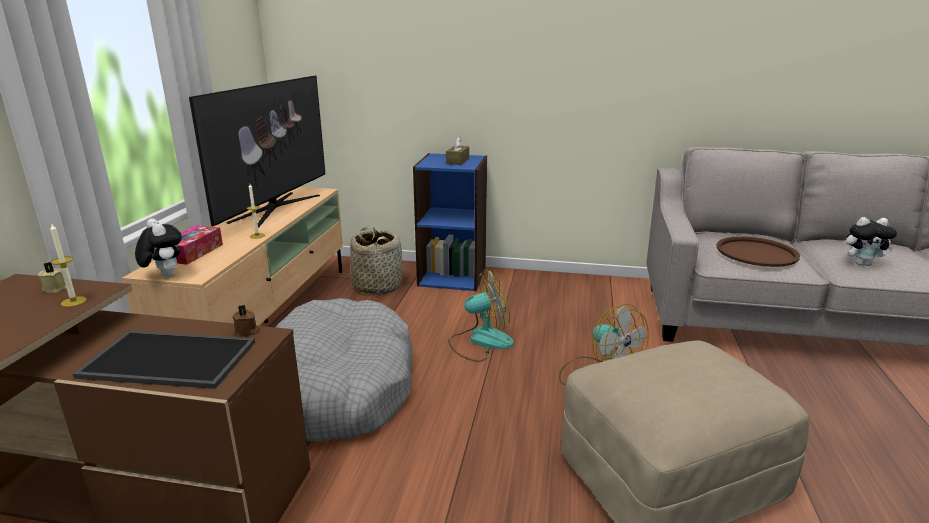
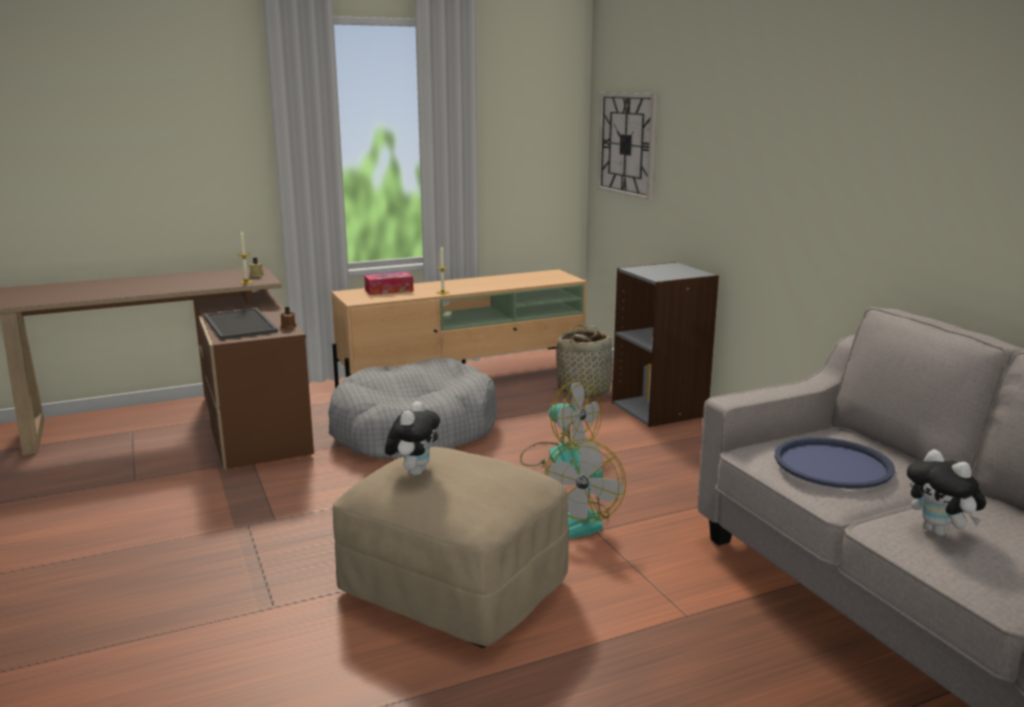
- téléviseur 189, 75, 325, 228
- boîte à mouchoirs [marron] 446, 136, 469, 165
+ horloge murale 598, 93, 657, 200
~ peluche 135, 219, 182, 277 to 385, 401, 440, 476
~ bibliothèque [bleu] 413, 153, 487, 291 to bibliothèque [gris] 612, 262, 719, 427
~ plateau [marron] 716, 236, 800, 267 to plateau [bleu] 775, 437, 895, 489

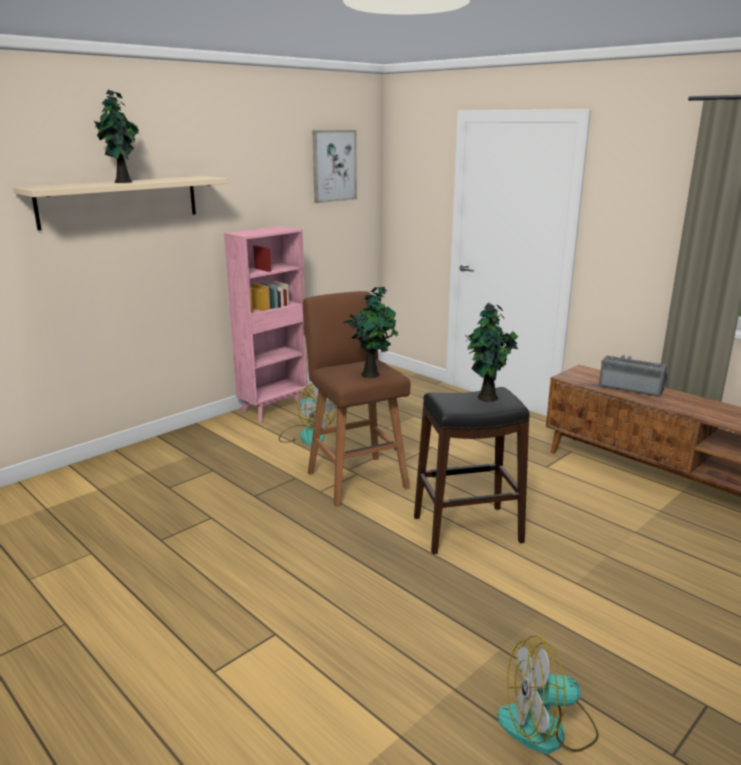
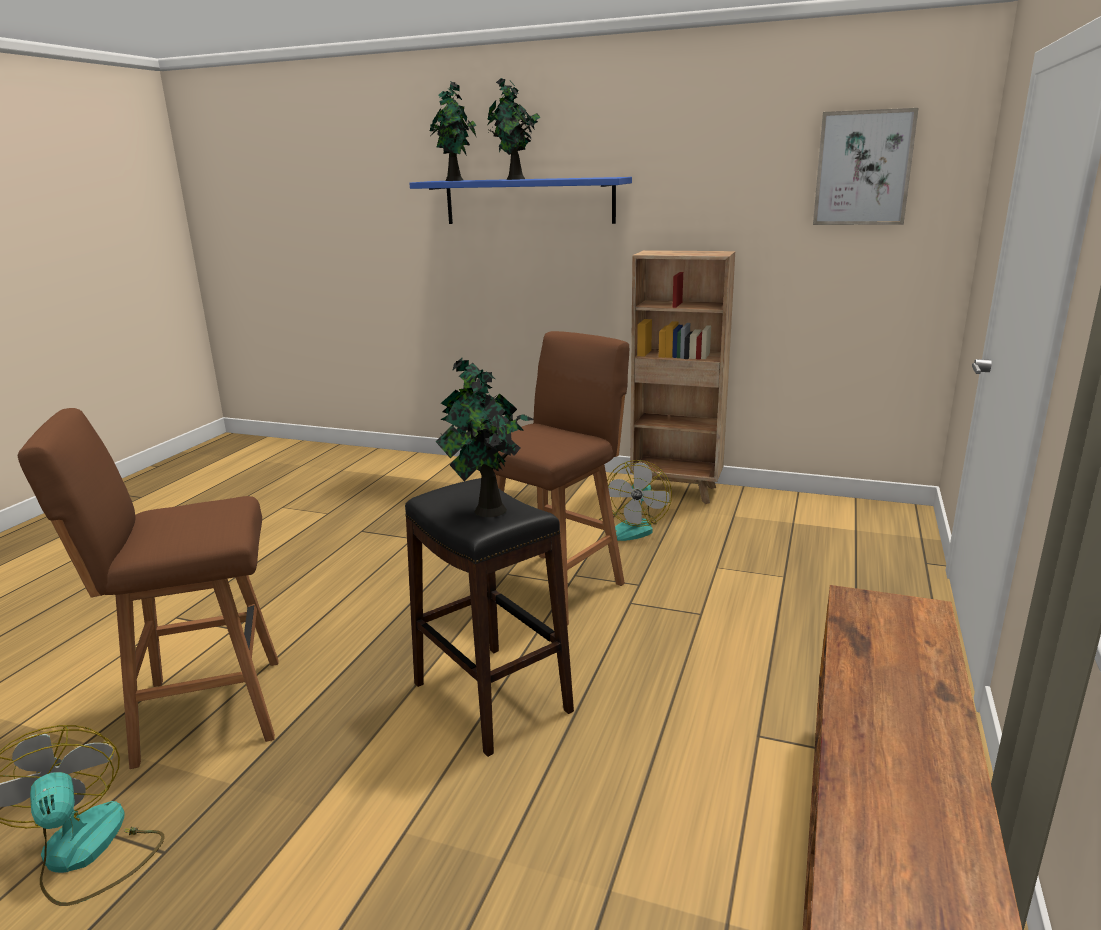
- radio 599, 355, 668, 397
+ tabouret [marron] 17, 408, 279, 769
~ plante en pot 343, 287, 398, 378 to 430, 81, 476, 181
~ étagère [beige] 13, 176, 228, 230 to étagère [bleu] 409, 177, 632, 224
~ bibliothèque [rose] 224, 226, 308, 422 to bibliothèque [marron] 630, 250, 735, 504

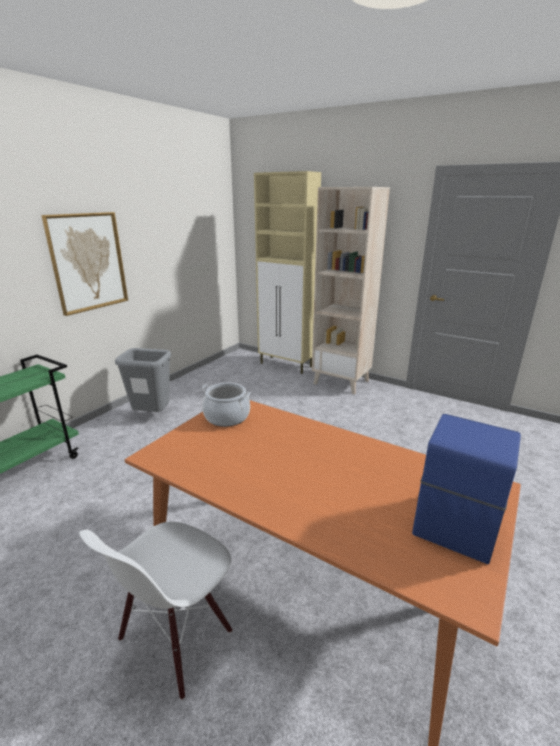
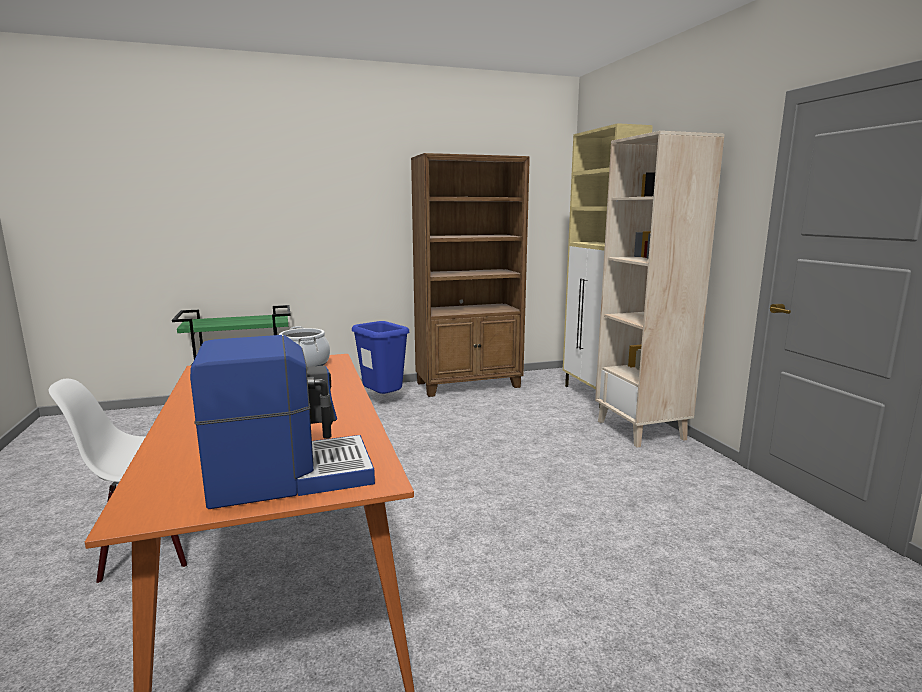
- tableau 41, 212, 128, 316
+ bibliothèque [marron] 411, 153, 530, 397
~ poubelle [gris] 115, 348, 171, 412 to poubelle [bleu] 352, 321, 409, 394

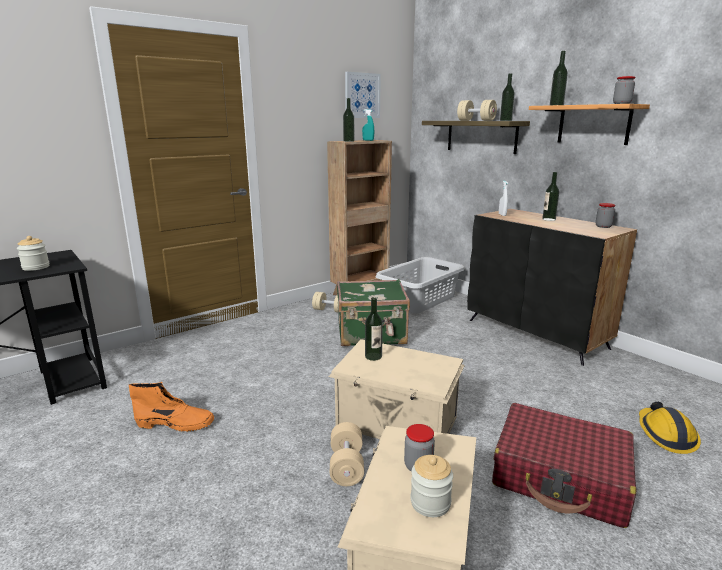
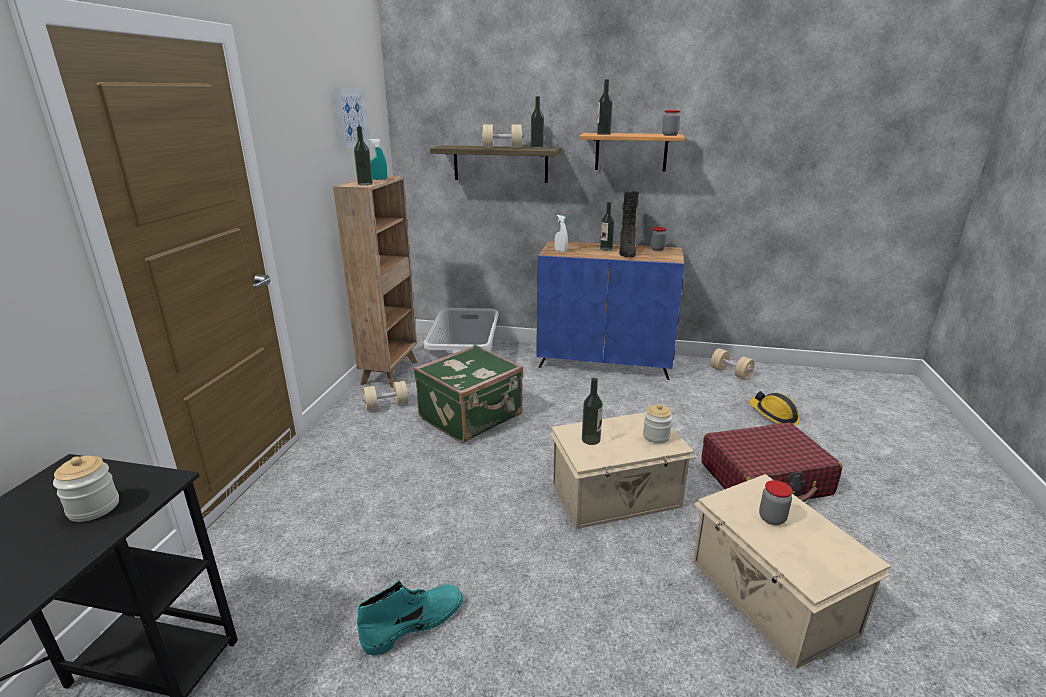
+ botte [noir] 619, 191, 639, 257
~ haltère [beige] 330, 422, 364, 486 to 710, 348, 755, 380
~ bocal 411, 455, 453, 517 to 643, 404, 673, 443
~ botte [orange] 129, 382, 214, 432 to botte [turquoise] 357, 579, 463, 656
~ meuble de rangement [noir] 467, 209, 637, 366 to meuble de rangement [bleu] 536, 241, 685, 380

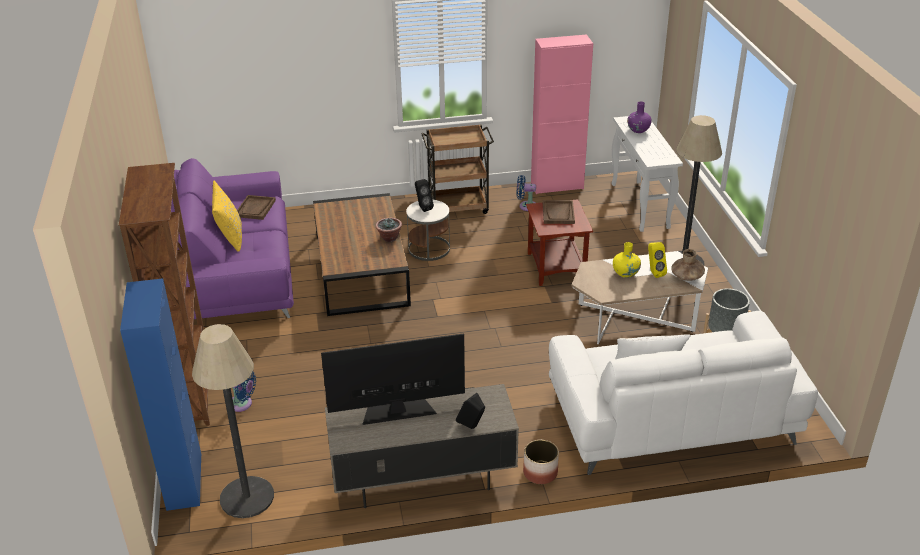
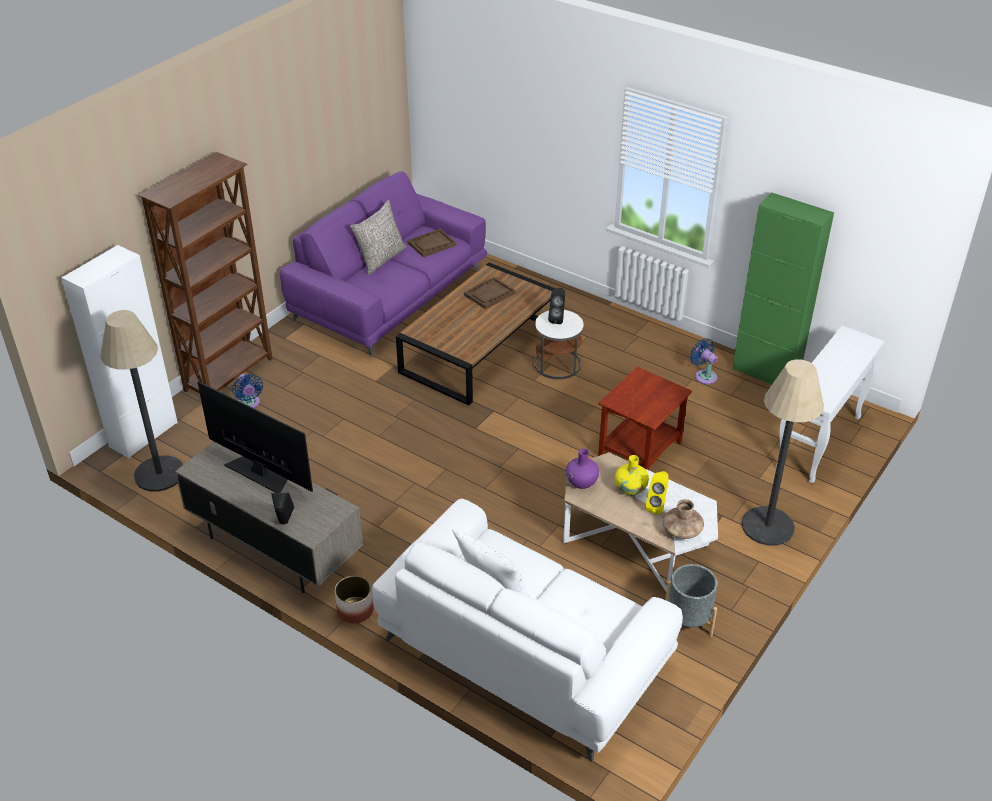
- plante en pot 375, 218, 402, 242
- chariot [marron] 421, 124, 494, 214
~ plateau [marron] 543, 200, 575, 224 to 464, 277, 516, 309
~ vase [violet] 627, 101, 652, 133 to 566, 449, 599, 489
~ meuble de rangement [bleu] 120, 278, 202, 511 to meuble de rangement [blanc] 62, 245, 178, 458
~ coussin [jaune] 212, 181, 242, 252 to coussin [gris] 350, 200, 406, 275
~ meuble de rangement [rose] 531, 34, 593, 194 to meuble de rangement [vert] 732, 193, 834, 385

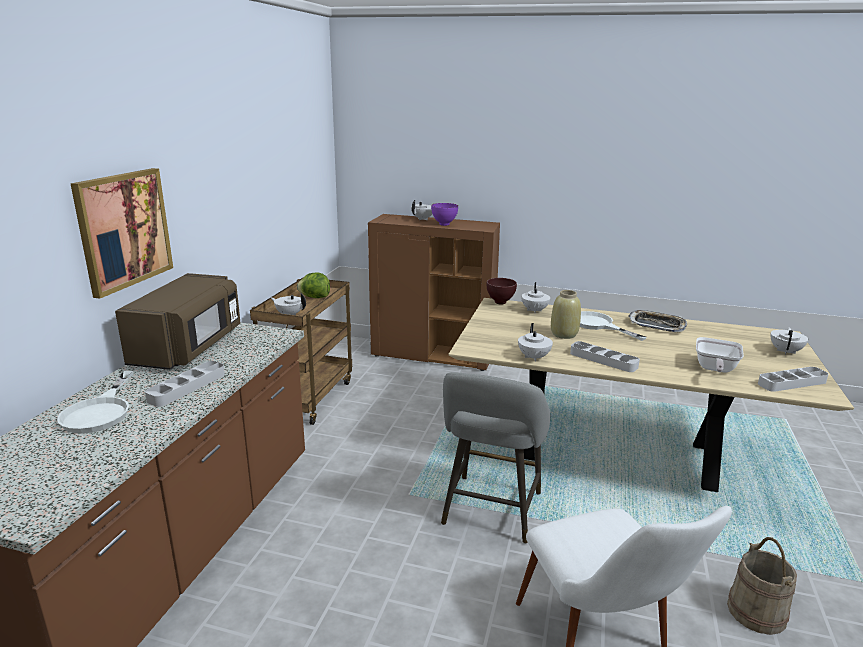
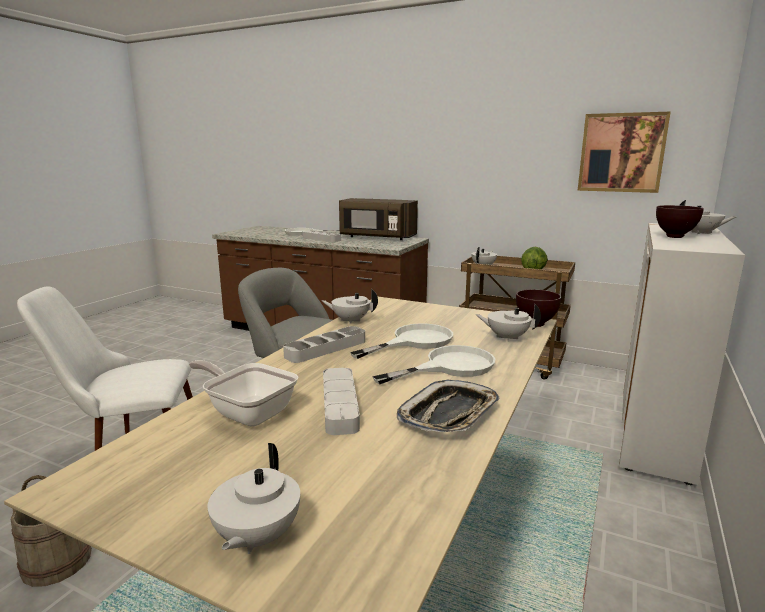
~ tableau 70, 168, 173, 299 to 578, 112, 670, 193
~ plateau [gris] 758, 367, 829, 392 to 323, 368, 360, 435
~ vase [beige] 551, 290, 581, 339 to poêle [blanc] 350, 323, 453, 359
~ meuble de rangement [marron] 368, 214, 500, 371 to meuble de rangement [blanc] 619, 223, 745, 485
~ bol [violet] 431, 203, 458, 226 to bol [marron] 656, 205, 704, 238
~ théière [blanc] 771, 328, 808, 355 = 208, 443, 300, 554 60 degrees clockwise

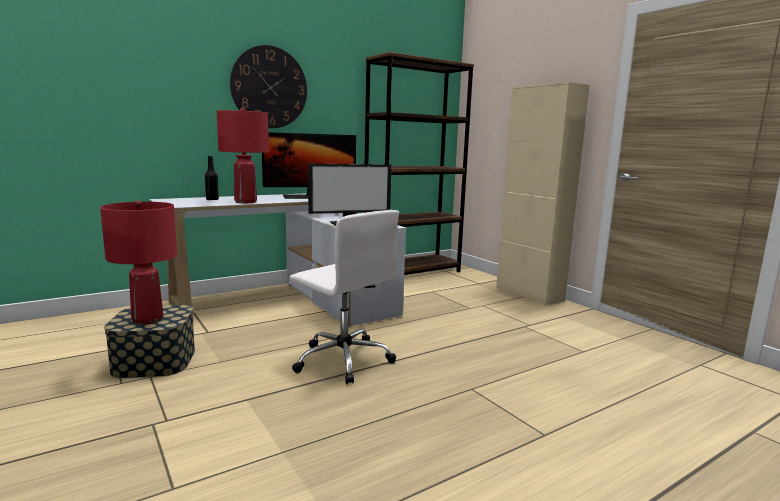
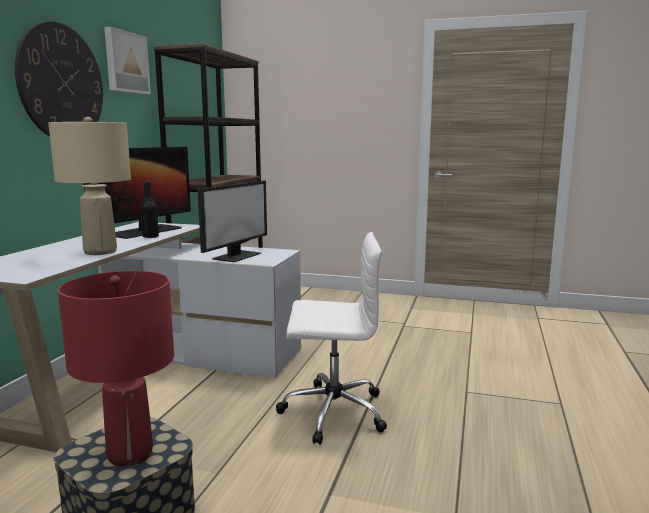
- meuble de rangement [beige] 496, 82, 590, 306
+ tableau 104, 27, 151, 94
~ bouteille [noir] 205, 156, 219, 200 to 141, 181, 159, 238
~ lampe de table [rouge] 217, 108, 269, 203 to lampe de table [beige] 48, 117, 131, 255

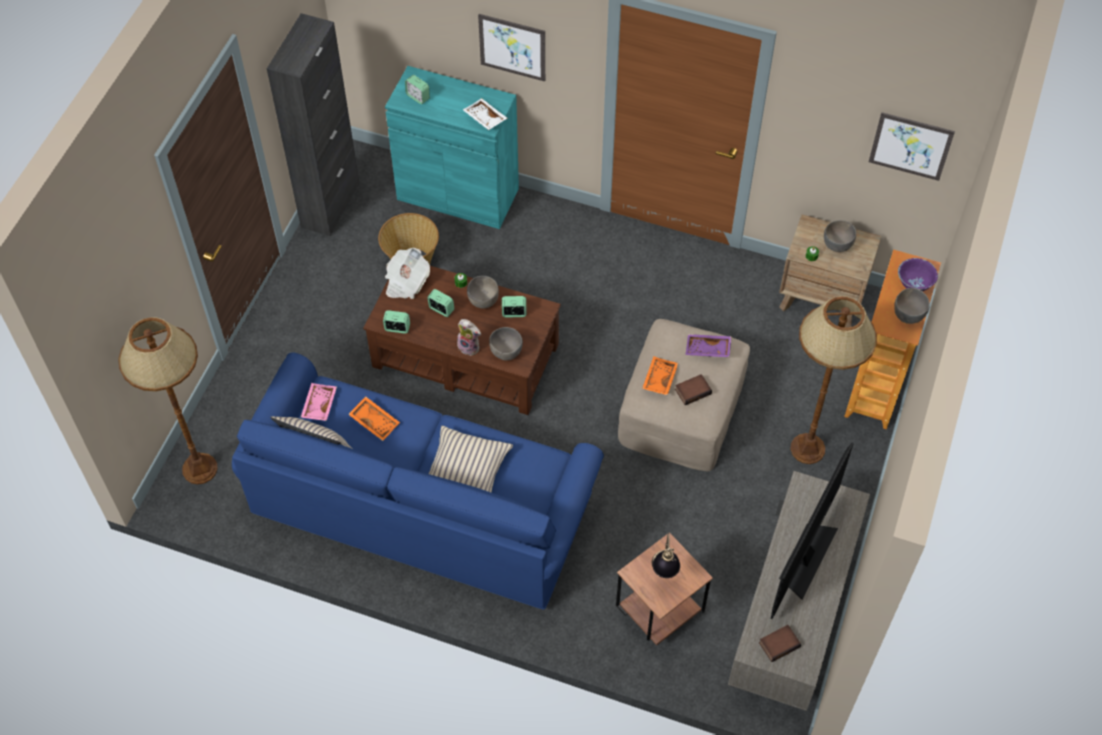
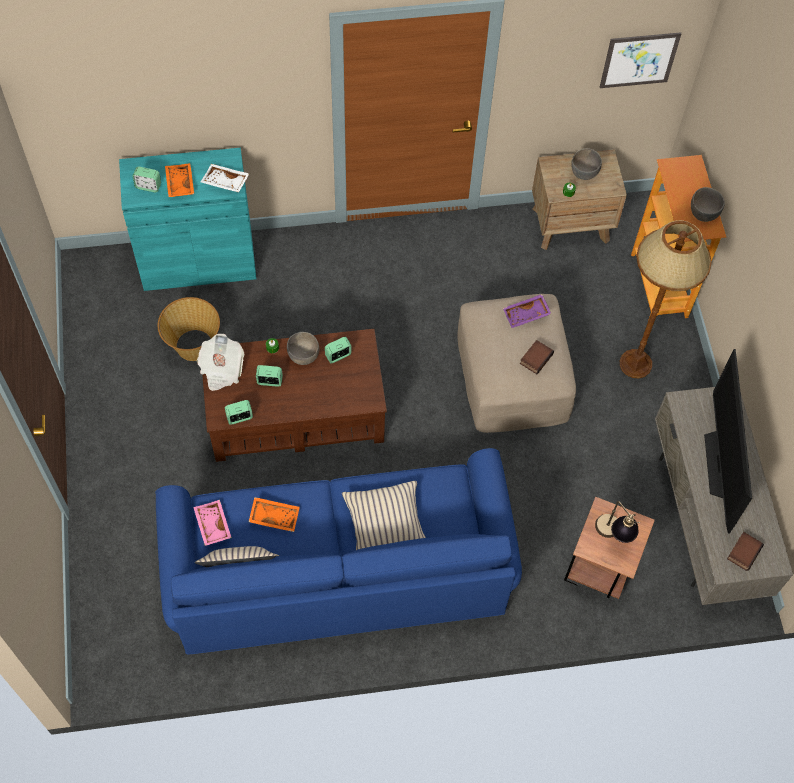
- lampadaire [marron] 118, 317, 218, 484
- meuble de rangement [noir] 267, 13, 360, 236
- peluche 457, 319, 481, 356
- tableau 478, 14, 545, 82
- bol [gris] 489, 327, 523, 360
- bol [violet] 898, 258, 938, 291
~ plateau [orange] 642, 357, 678, 395 to 165, 163, 194, 197

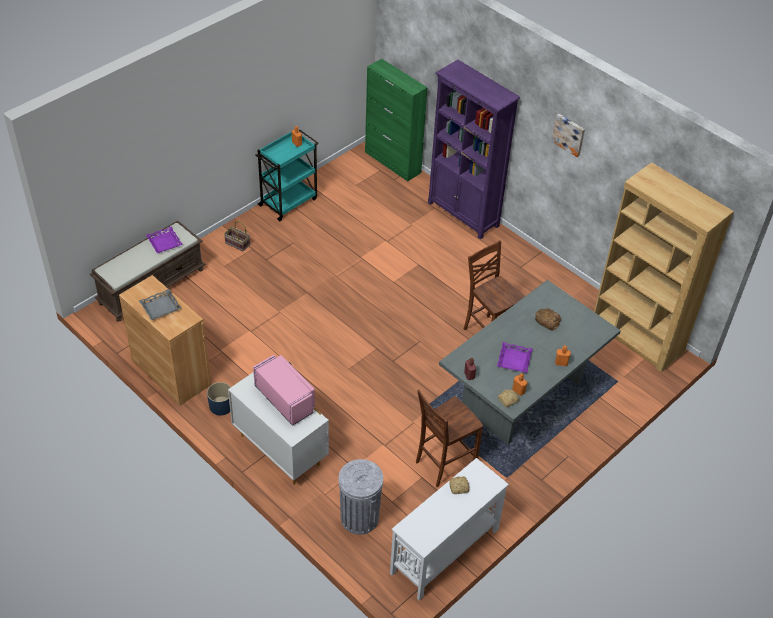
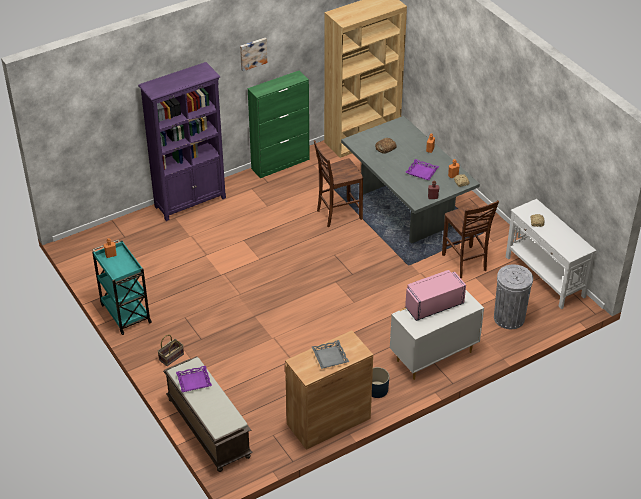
~ meuble de rangement [vert] 365, 59, 428, 182 to 248, 71, 309, 178

